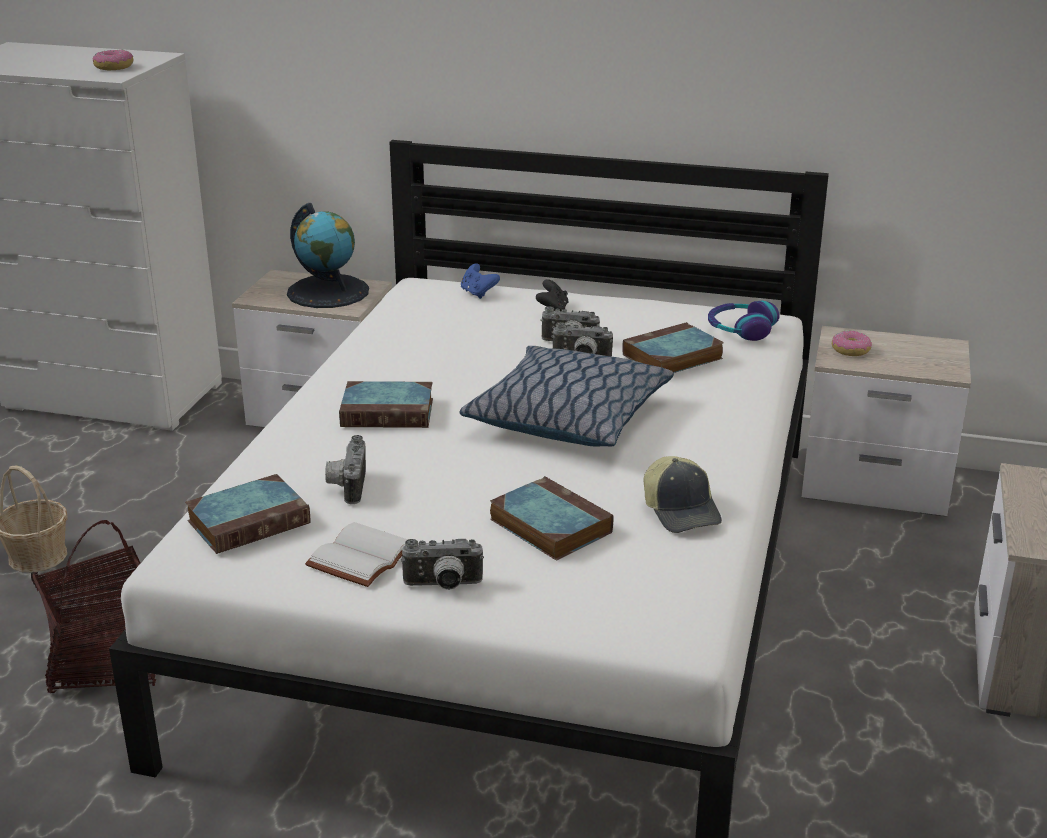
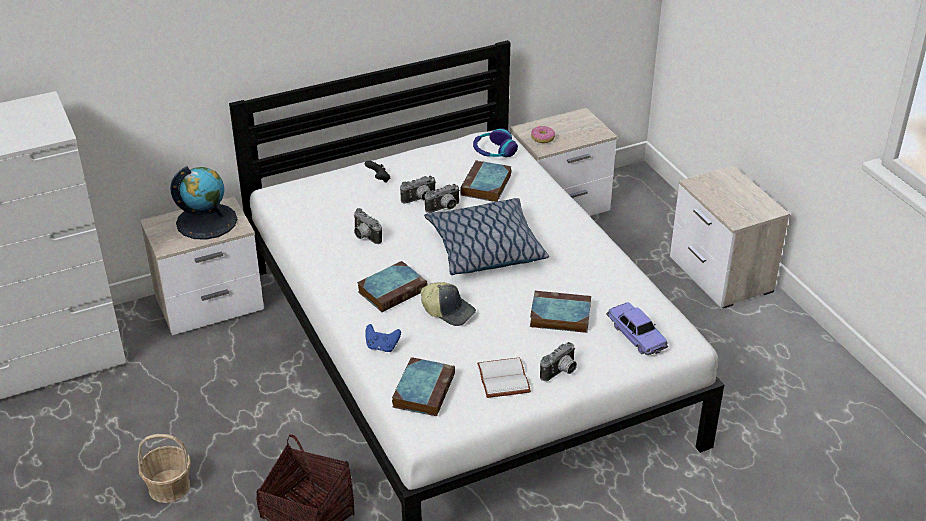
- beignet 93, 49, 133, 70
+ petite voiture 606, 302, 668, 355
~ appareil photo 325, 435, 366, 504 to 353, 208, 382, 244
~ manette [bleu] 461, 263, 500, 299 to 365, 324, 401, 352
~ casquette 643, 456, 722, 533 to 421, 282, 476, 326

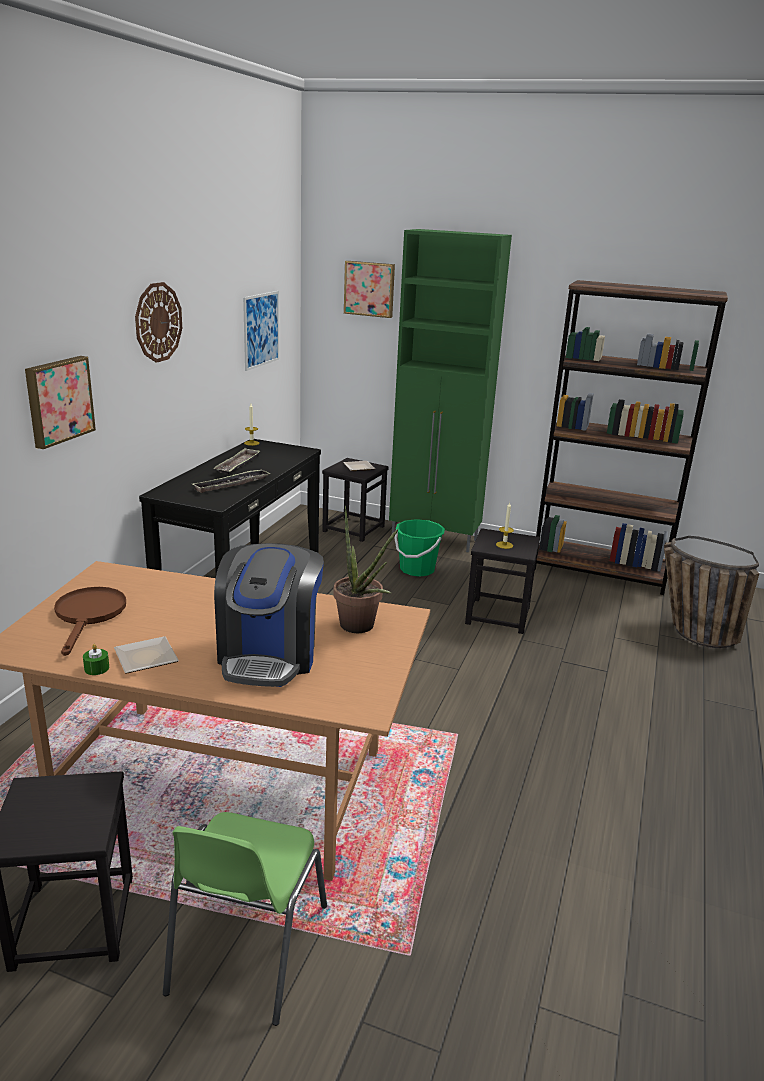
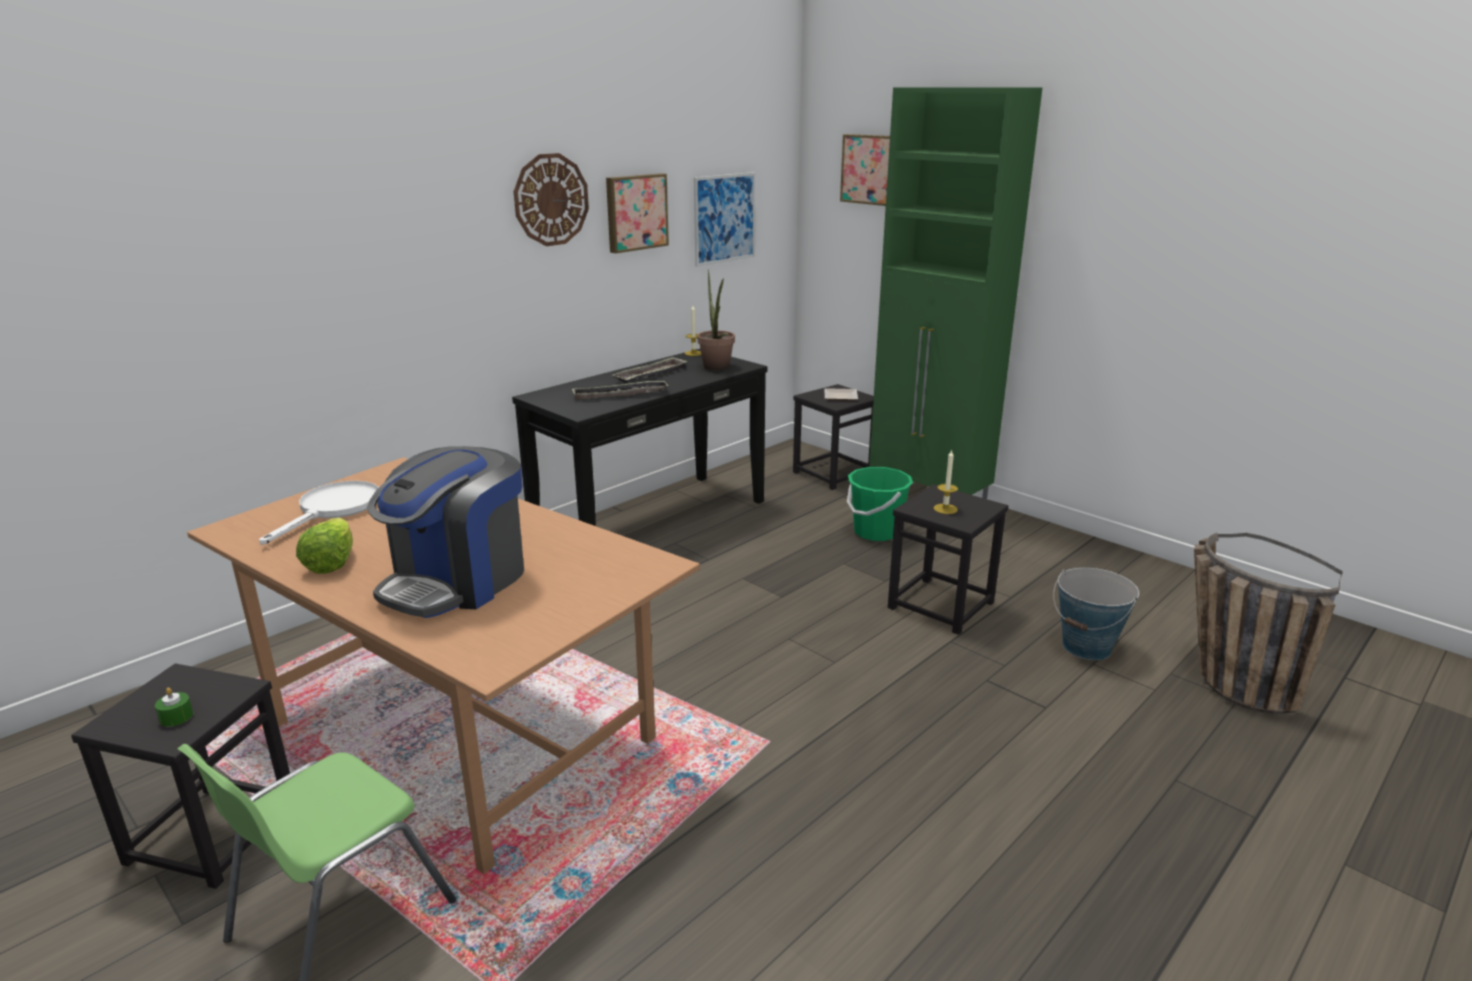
- bibliothèque [marron] 535, 280, 728, 595
+ seau 1053, 568, 1139, 660
~ tableau 25, 356, 96, 449 to 606, 173, 669, 253
~ bougie [vert] 83, 644, 109, 675 to 155, 687, 193, 727
~ plante en pot 333, 506, 398, 633 to 698, 269, 735, 371
~ assiette 114, 636, 179, 674 to laitue 296, 517, 353, 574
~ poêle [marron] 54, 587, 126, 656 to poêle [blanc] 259, 481, 379, 545

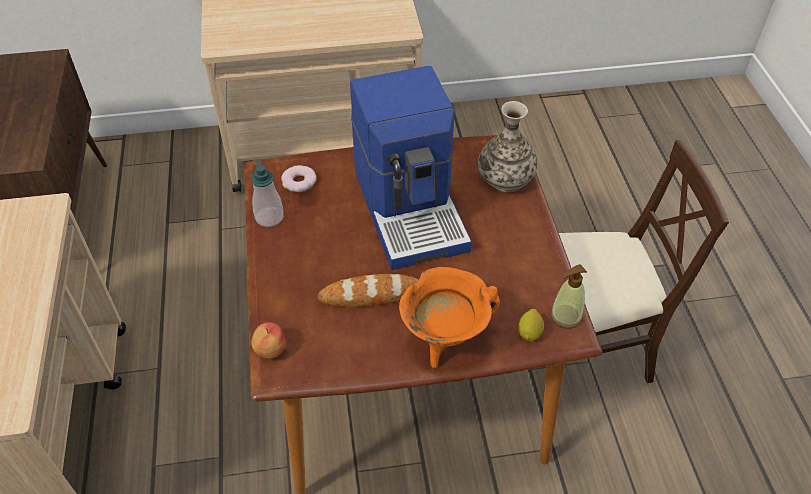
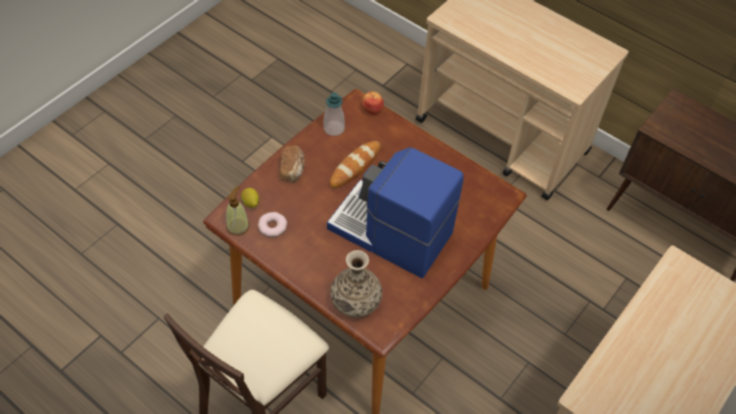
~ distributeur de savon 251, 160, 284, 227 to 324, 92, 345, 136
~ beignet 281, 165, 317, 192 to 258, 212, 287, 237
~ marmite [orange] 399, 267, 500, 369 to pain 280, 146, 305, 183

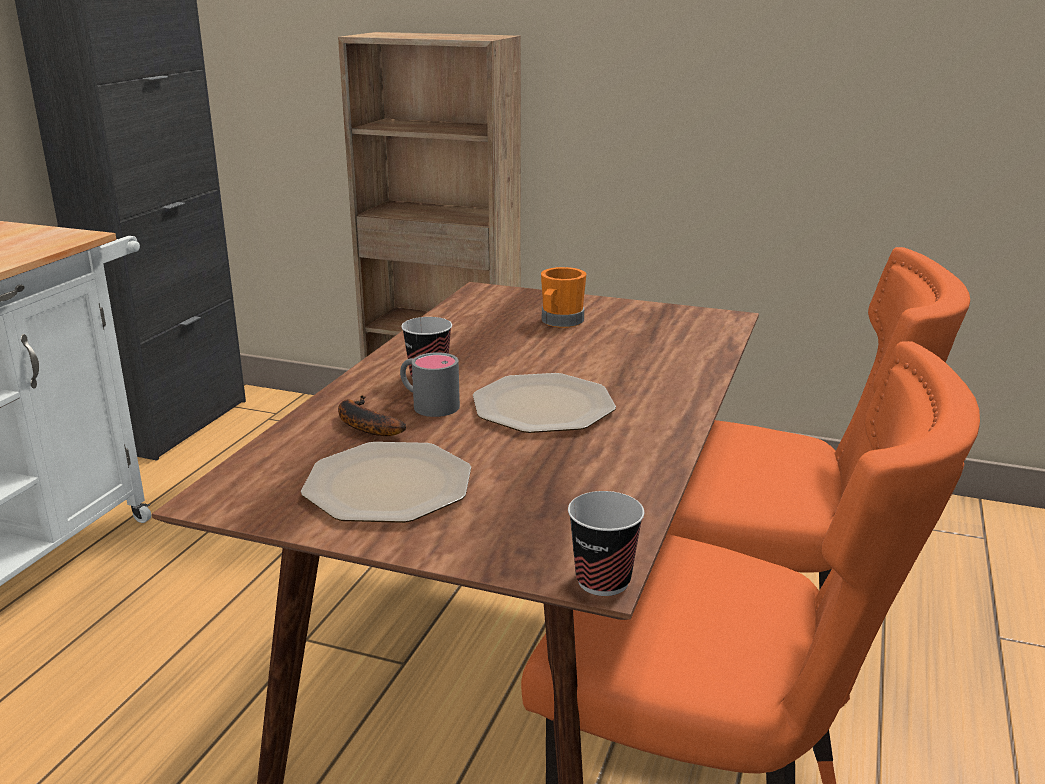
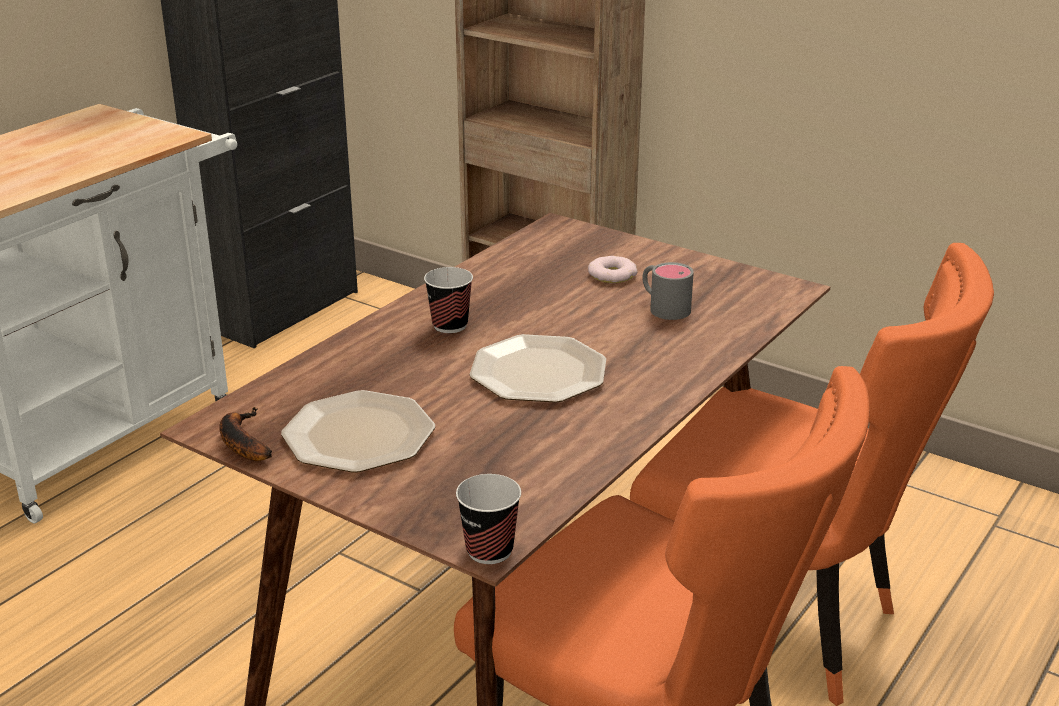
~ banane 338, 395, 406, 436 to 219, 407, 272, 461
~ mug [gris] 400, 352, 460, 417 to 642, 262, 694, 320
~ mug [orange] 541, 267, 586, 328 to beignet 588, 256, 638, 283

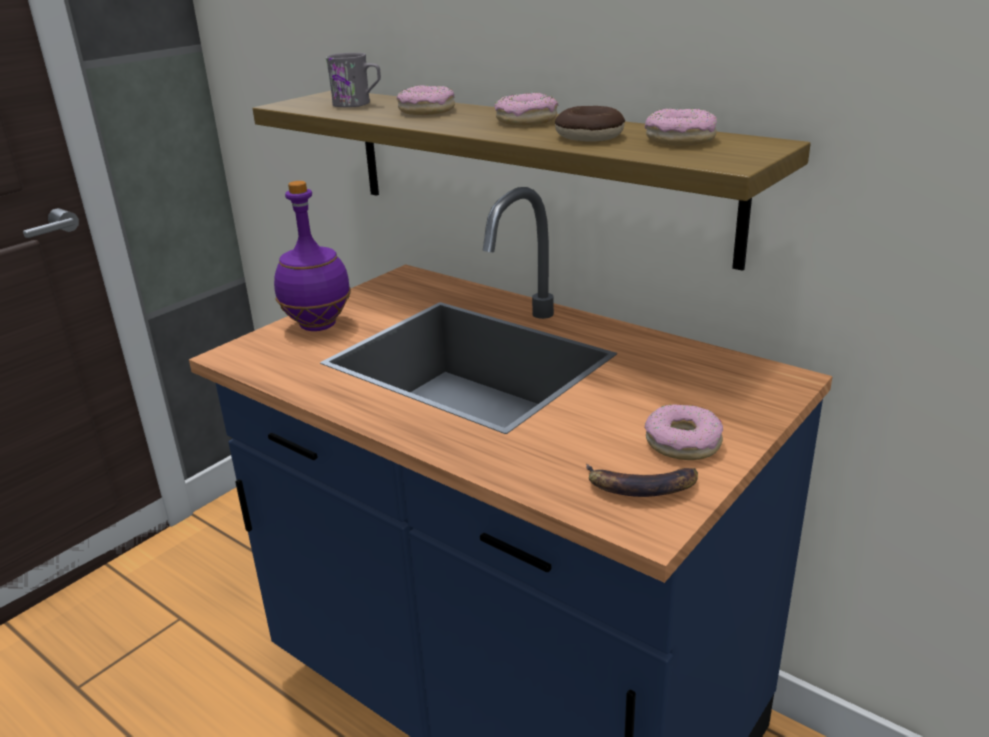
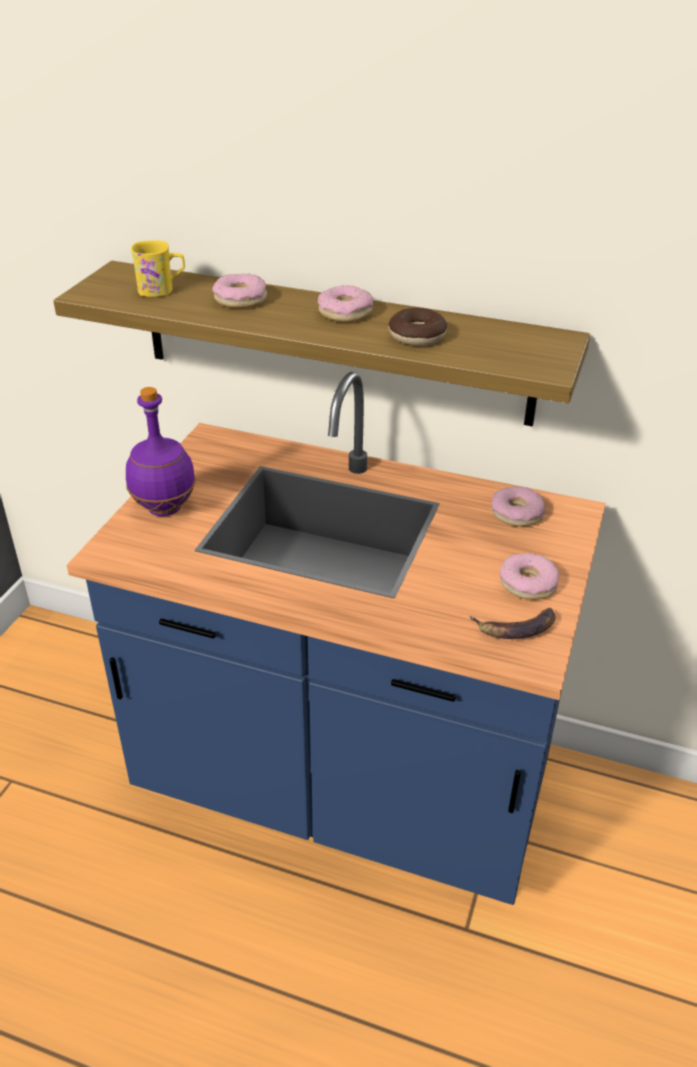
~ beignet 645, 109, 717, 145 to 492, 486, 545, 527
~ mug [gris] 326, 53, 381, 107 to mug [jaune] 131, 240, 185, 297

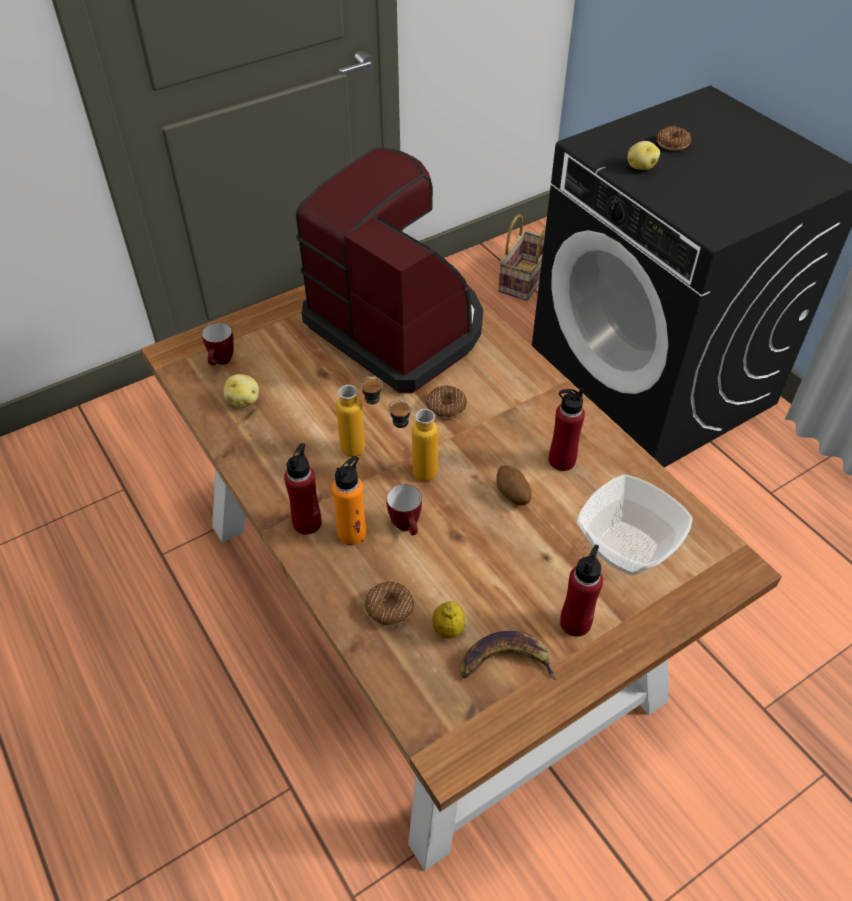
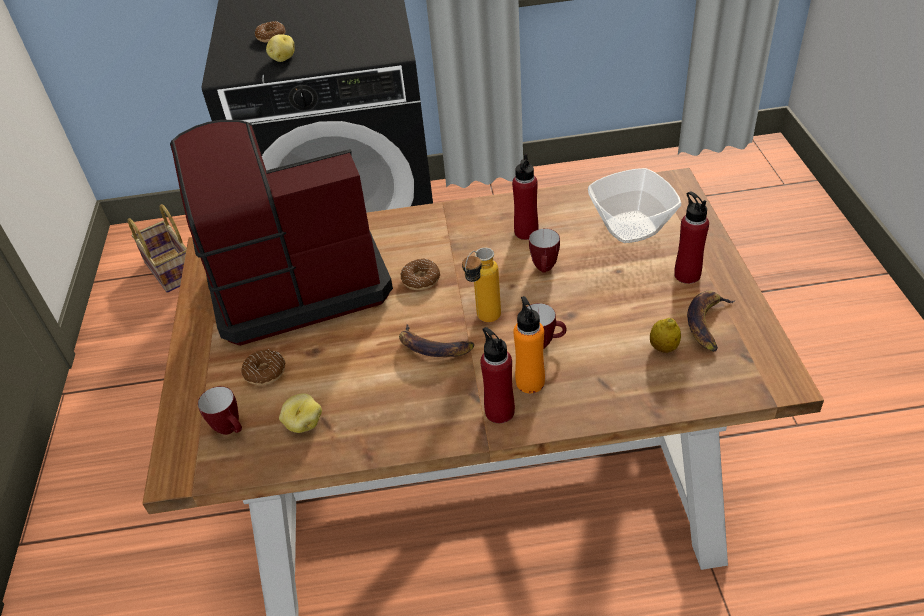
~ beignet 365, 582, 414, 626 to 241, 349, 285, 386
~ bouteille 336, 377, 383, 457 to banane 399, 324, 474, 357
~ pomme de terre 496, 466, 532, 505 to mug 529, 229, 560, 273

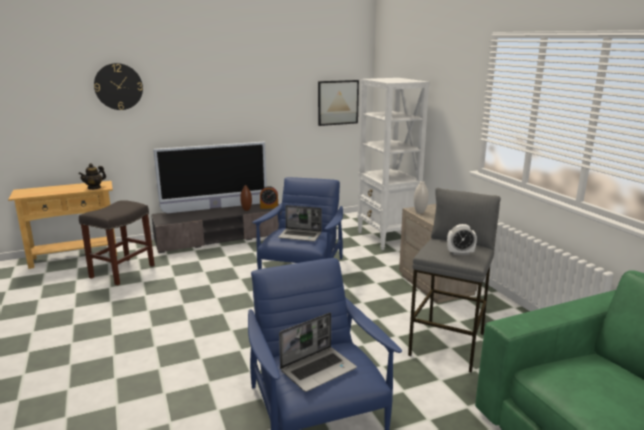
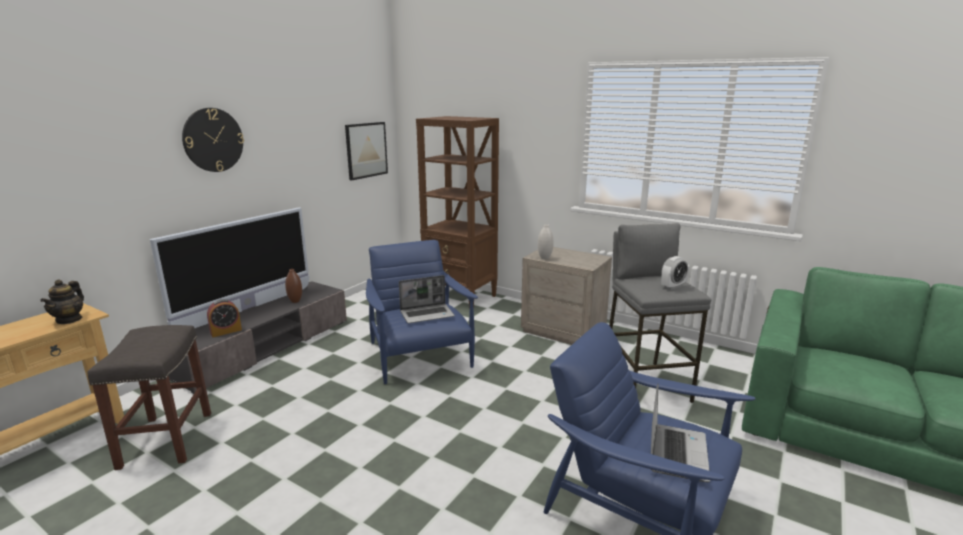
~ horloge murale 94, 63, 143, 110 to 182, 108, 244, 172
~ réveil 260, 186, 278, 209 to 207, 299, 242, 337
~ bibliothèque [blanc] 357, 78, 429, 250 to bibliothèque [marron] 416, 116, 499, 309

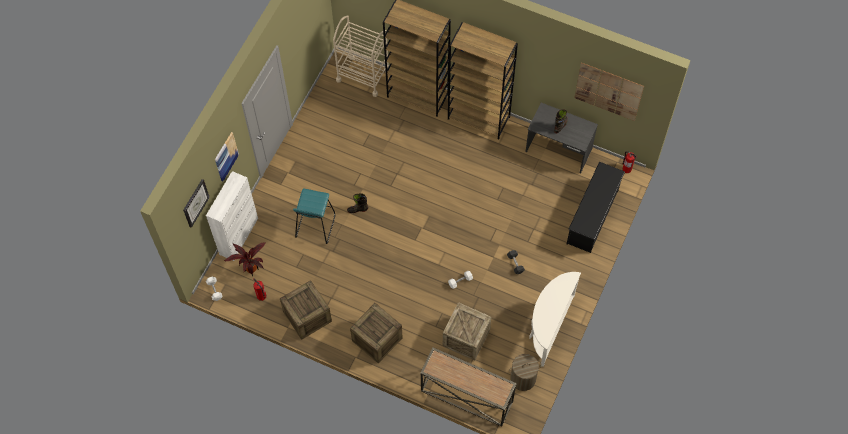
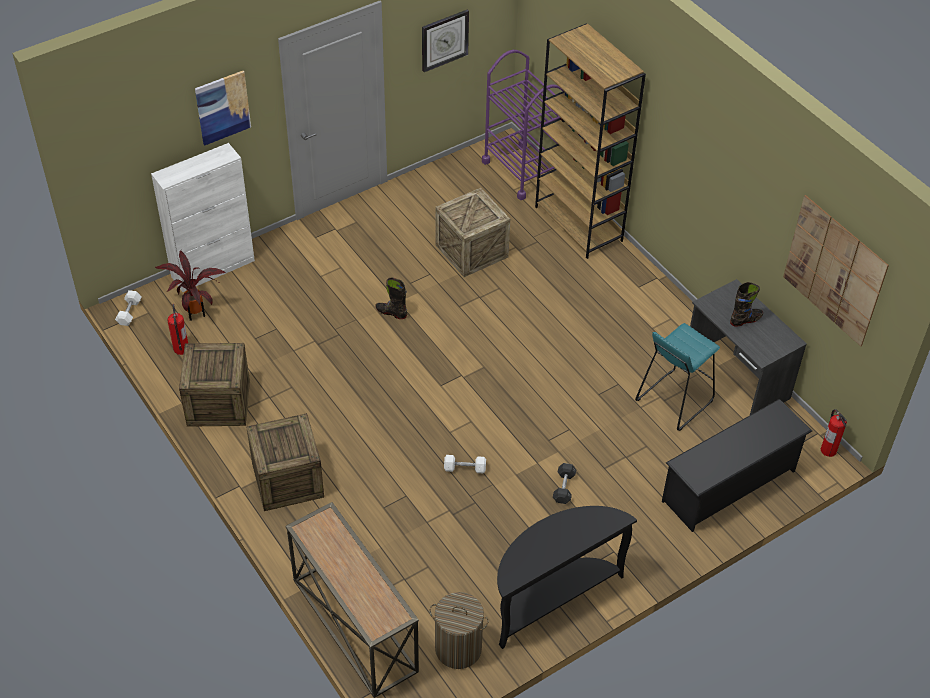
- bibliothèque [marron] 448, 22, 518, 139
~ horloge murale 183, 179, 210, 228 to 422, 10, 469, 72
~ tabouret [turquoise] 293, 188, 335, 244 to 635, 323, 720, 431
~ caisse 443, 302, 491, 360 to 436, 188, 510, 277
~ chariot [beige] 333, 15, 389, 97 to chariot [violet] 482, 50, 563, 200
~ table console [blanc] 529, 272, 581, 367 to table console [noir] 497, 506, 637, 649

